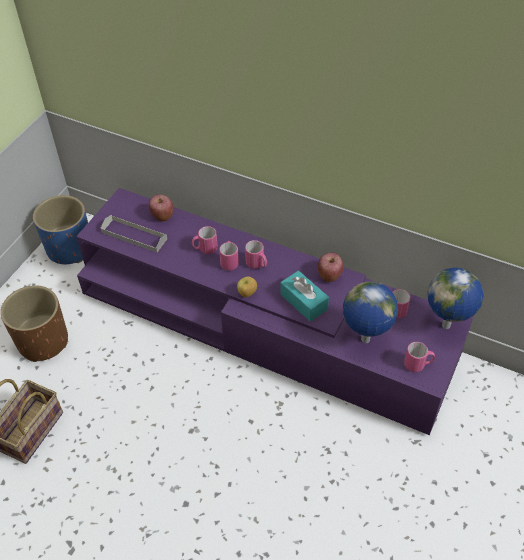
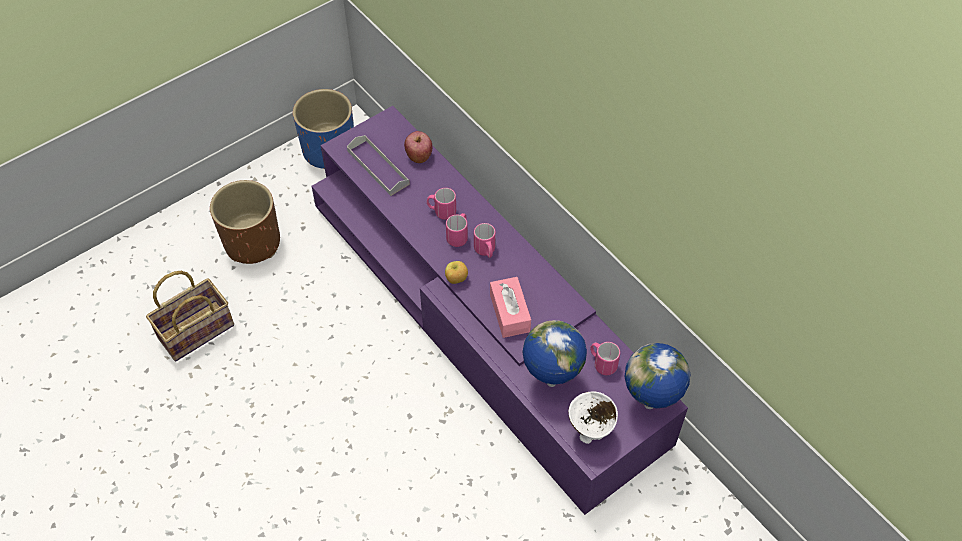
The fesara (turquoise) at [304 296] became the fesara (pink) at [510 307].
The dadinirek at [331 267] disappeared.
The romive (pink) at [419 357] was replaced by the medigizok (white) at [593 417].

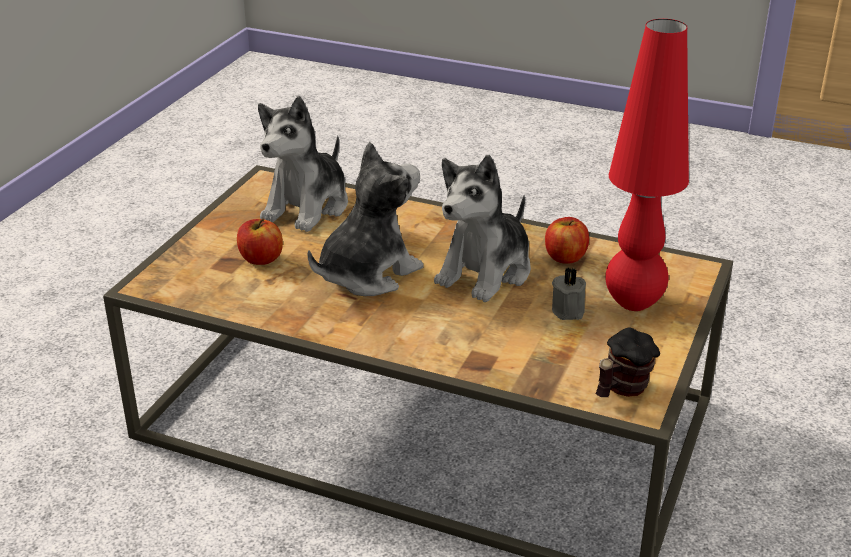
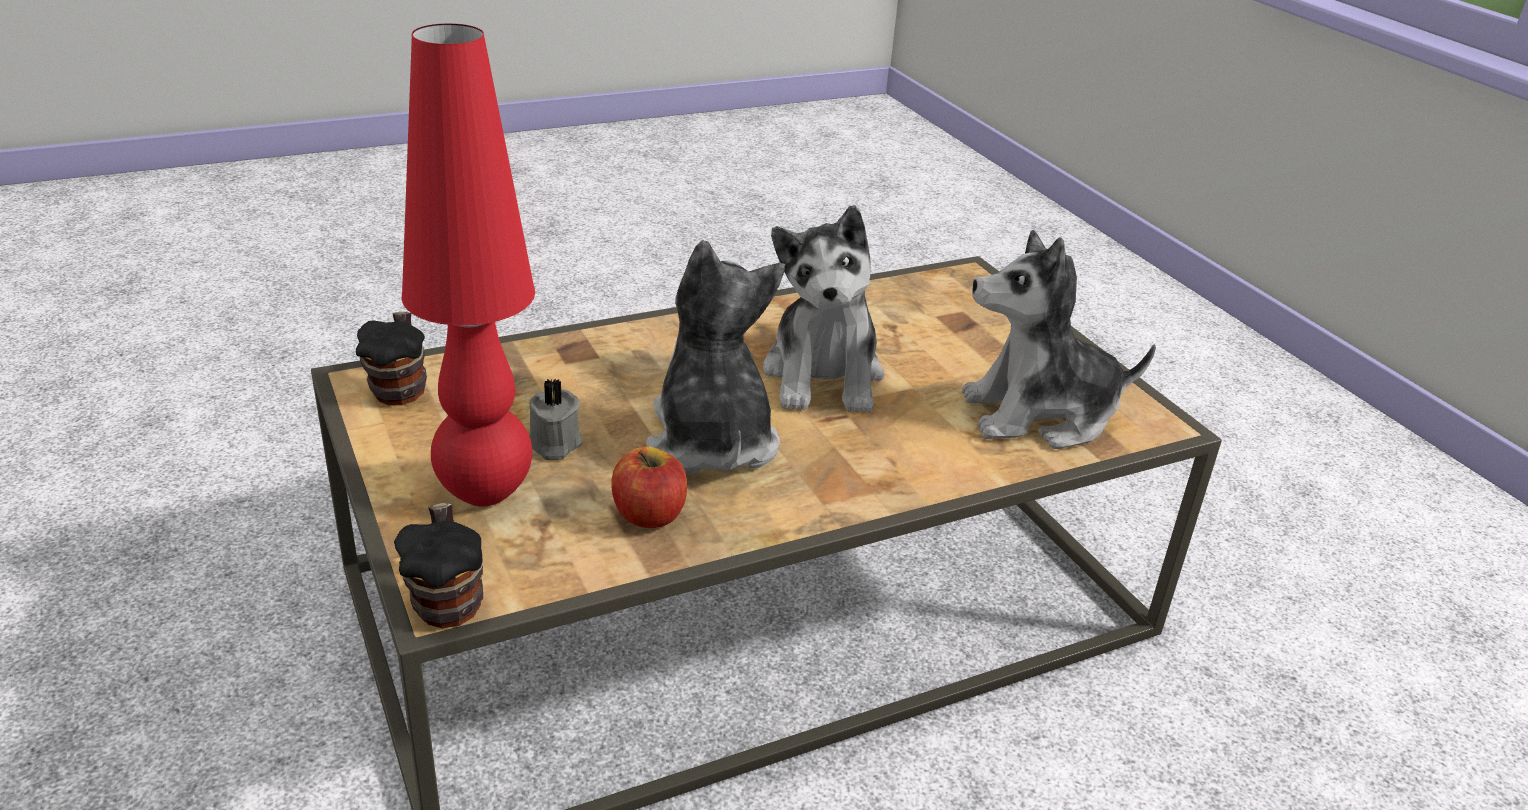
The dadinirek at [260 241] disappeared.
The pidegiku at [303 164] turned 75 degrees counterclockwise.
The romive at [438 565] appeared.

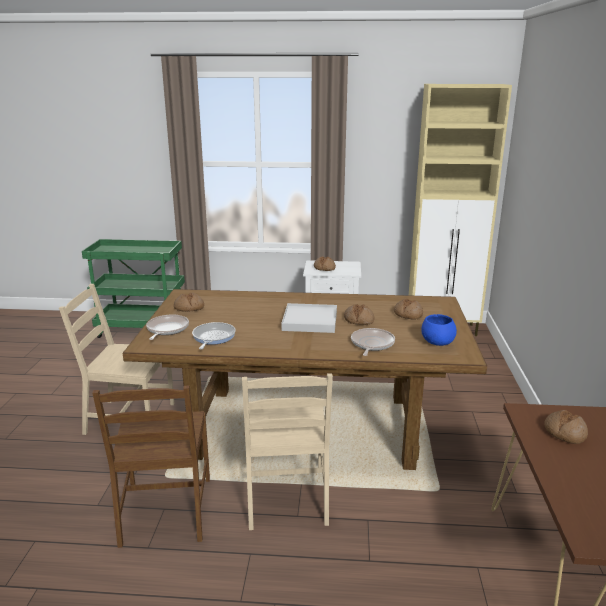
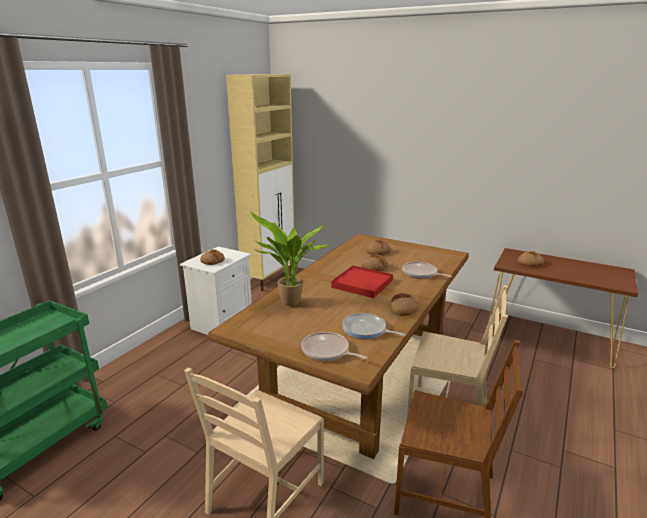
The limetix moved from [189 302] to [404 304].
The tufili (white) at [309 318] became the tufili (red) at [362 281].
The medigizok (blue) at [439 330] disappeared.
The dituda at [290 259] appeared.

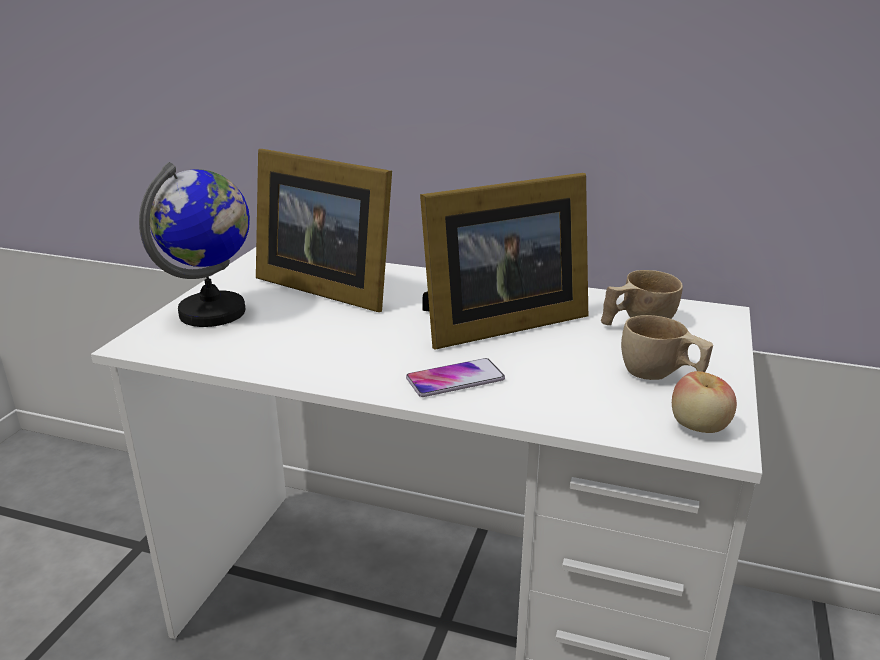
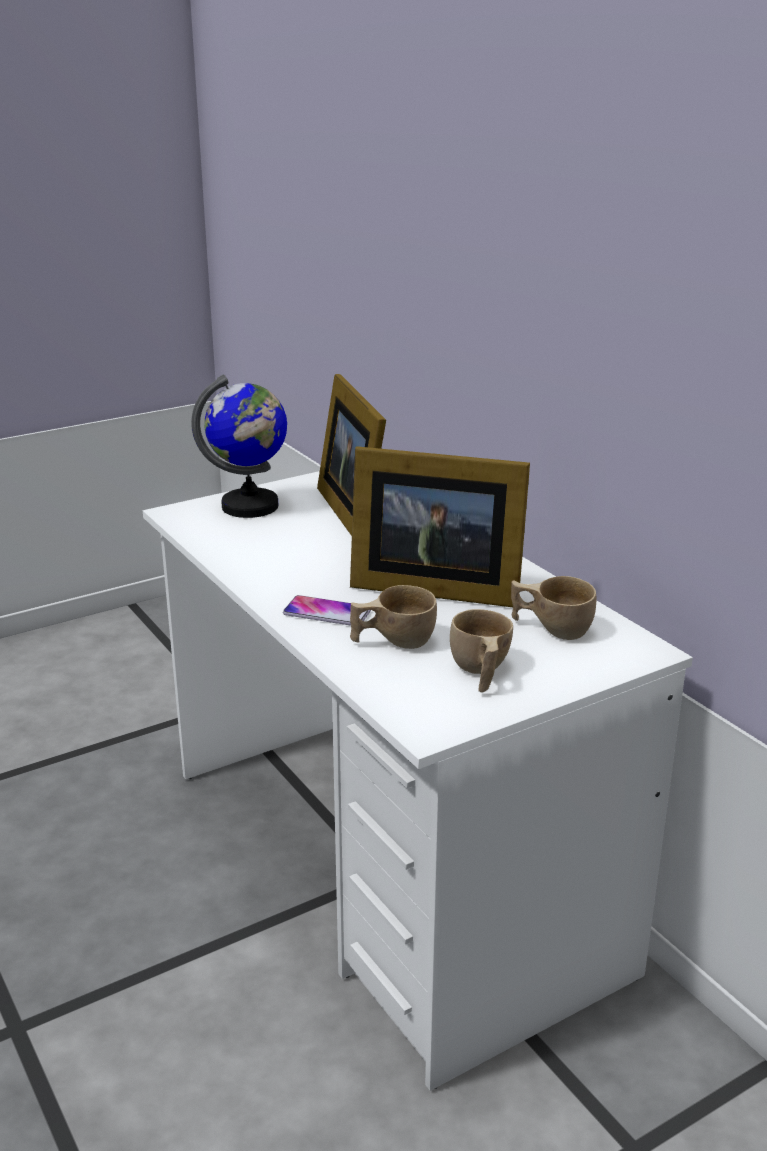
The dadinirek at [704 402] disappeared.
The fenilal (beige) at [393 617] appeared.

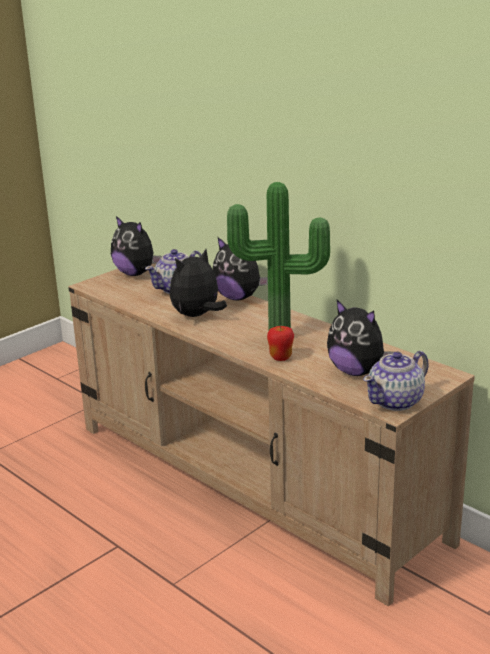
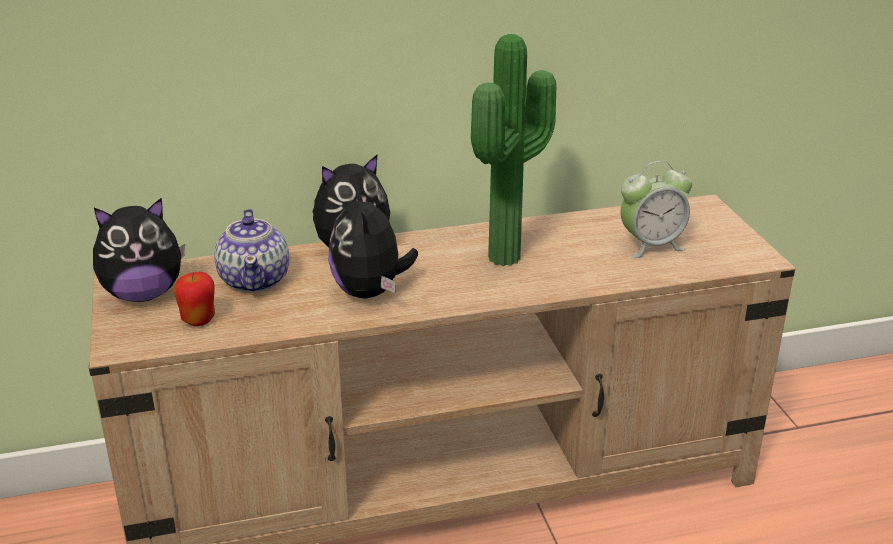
The dadinirek moved from [280 343] to [194 299].
The pidegiku at [360 338] was replaced by the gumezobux at [656 209].
The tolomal at [396 381] disappeared.

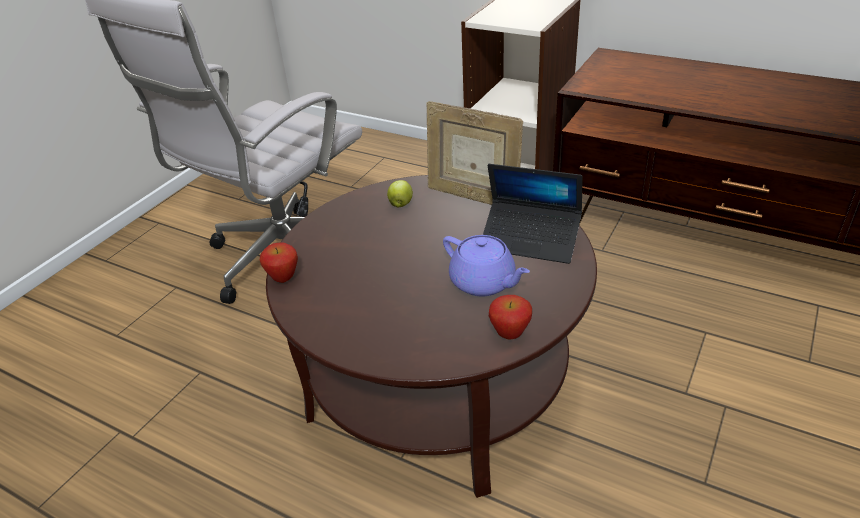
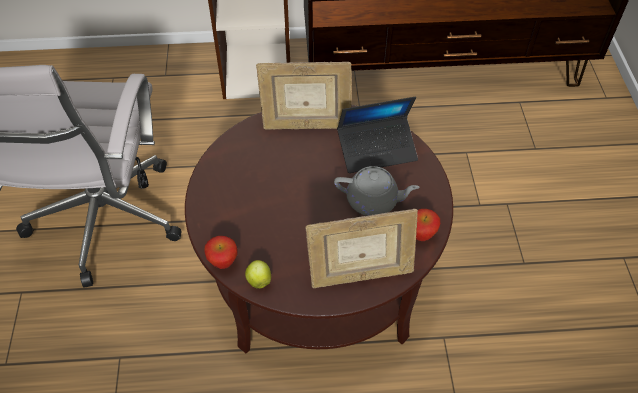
The dadinirek moved from [400 193] to [258 274].
The tolomal (purple) at [486 265] became the tolomal (grey) at [377 191].
The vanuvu at [361 248] appeared.

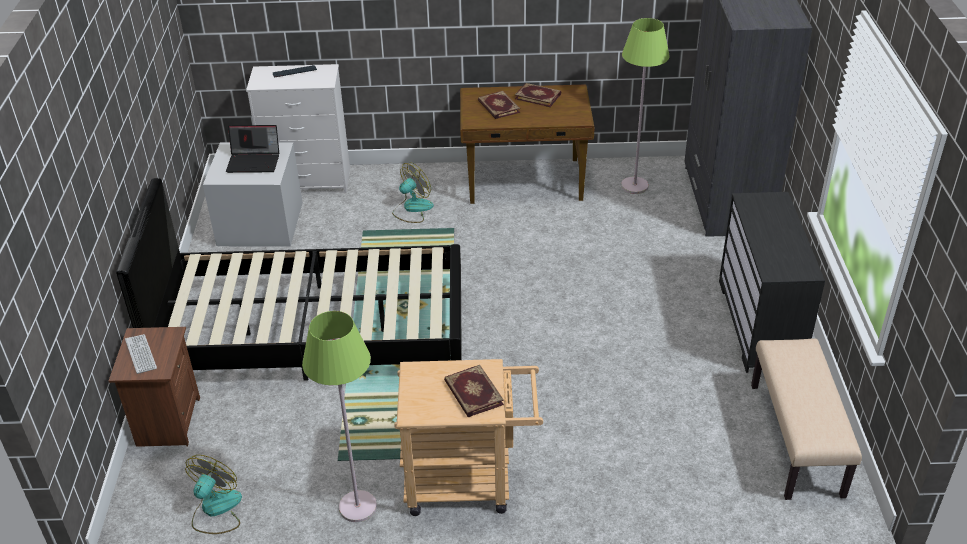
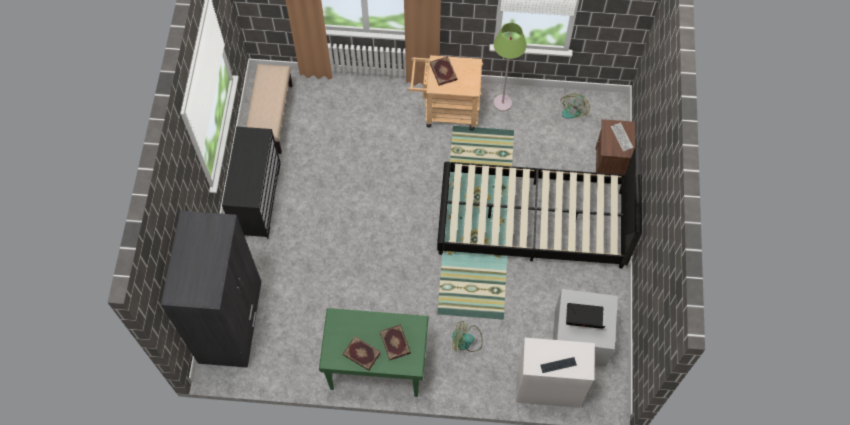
The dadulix at [413 193] turned 45 degrees clockwise.
The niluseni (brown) at [527 144] became the niluseni (green) at [373 352].
The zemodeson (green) at [645 106] disappeared.

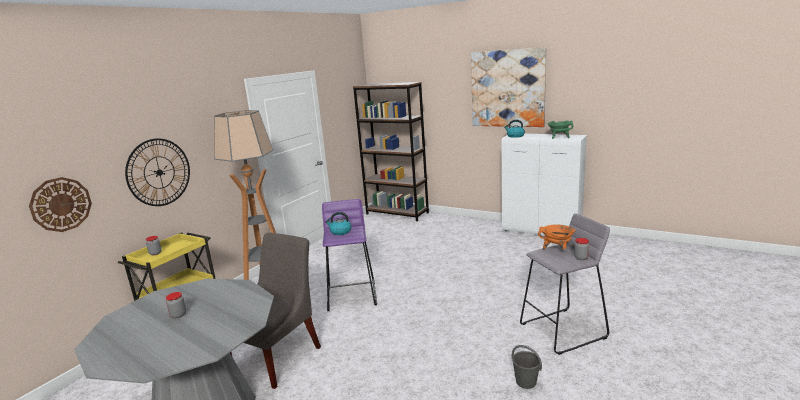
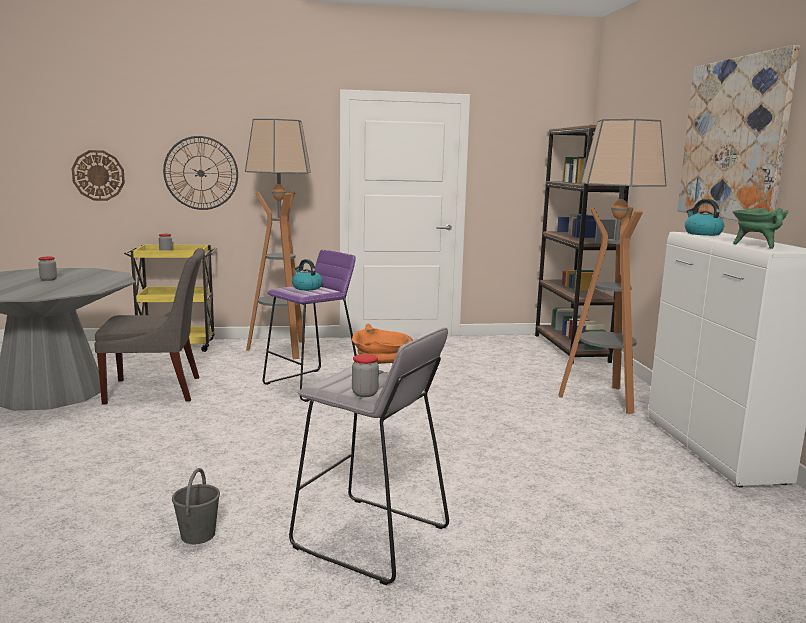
The zemodeson at [612 266] appeared.

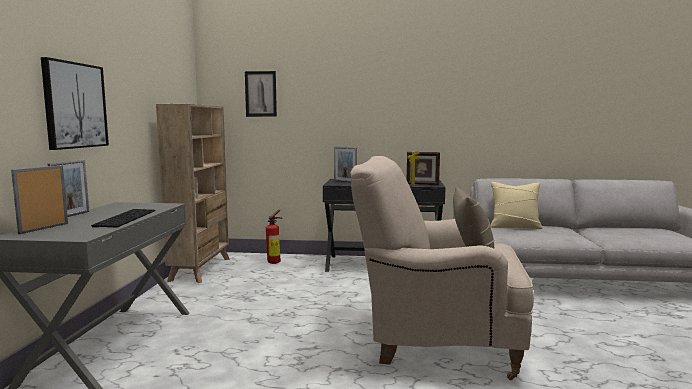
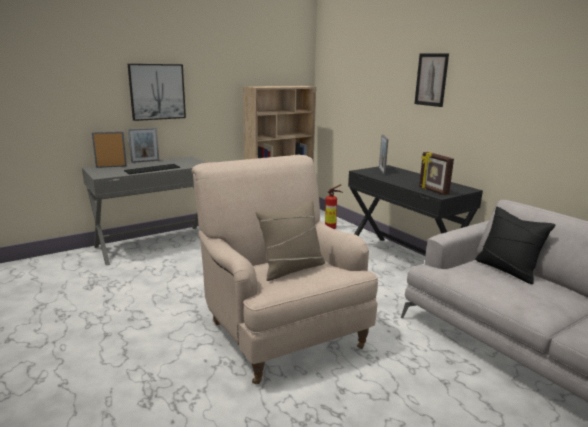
The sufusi moved from [261 94] to [431 80].
The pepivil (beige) at [516 205] became the pepivil (black) at [515 245].

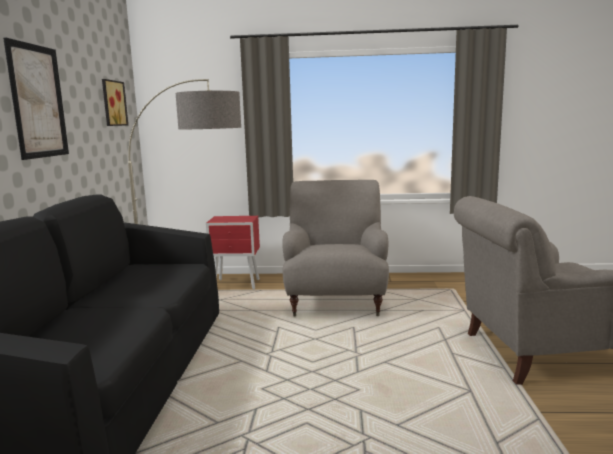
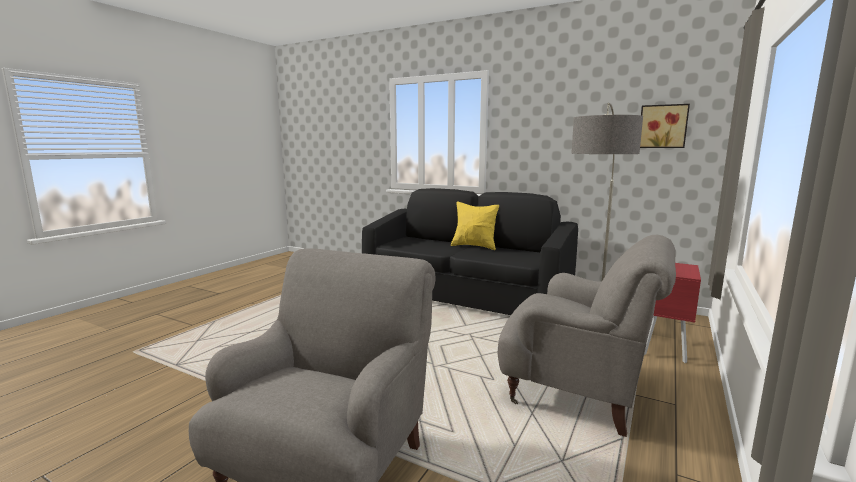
The sufusi at [36 98] disappeared.
The pepivil (yellow) at [475 226] appeared.

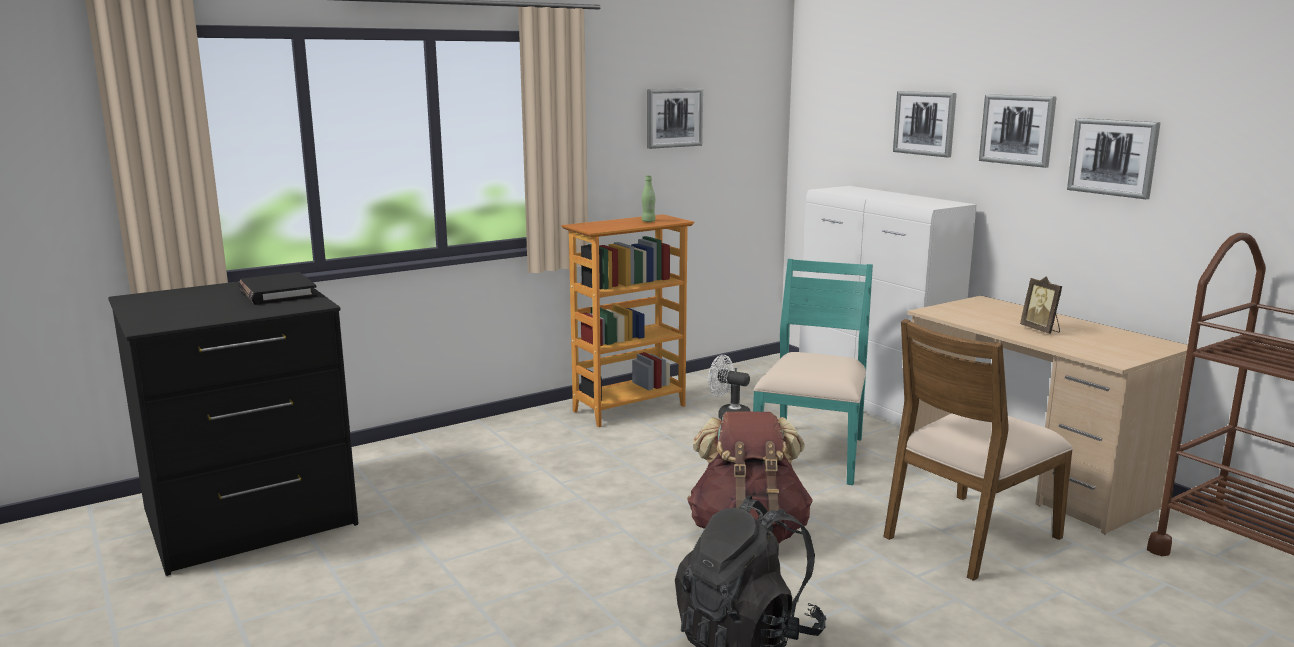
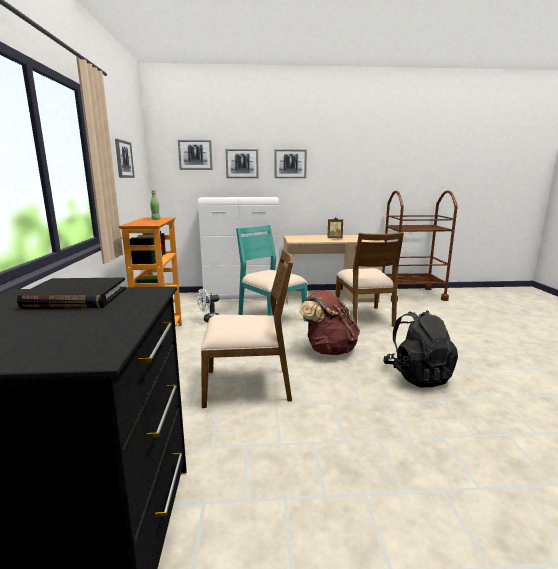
The sufusi moved from [1114 158] to [195 155].
The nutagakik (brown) at [247 329] appeared.

